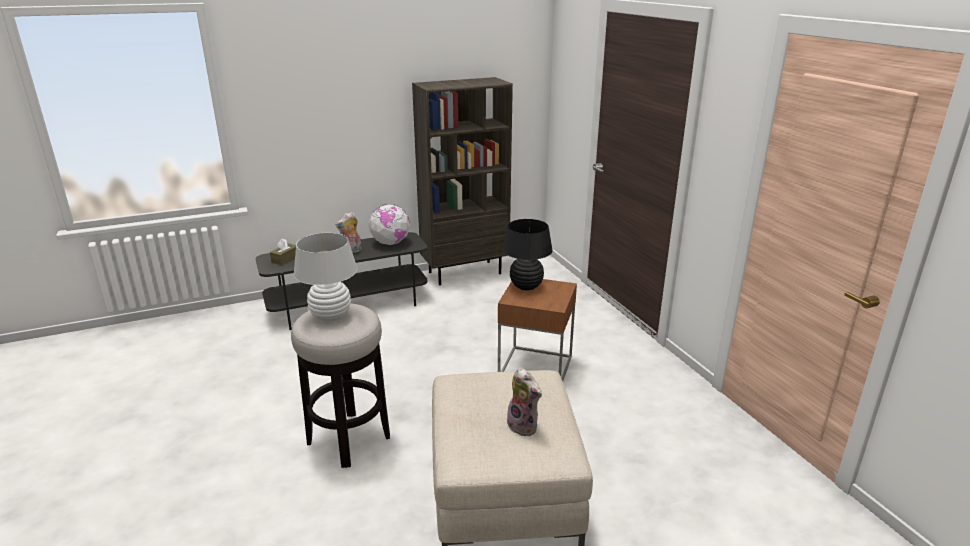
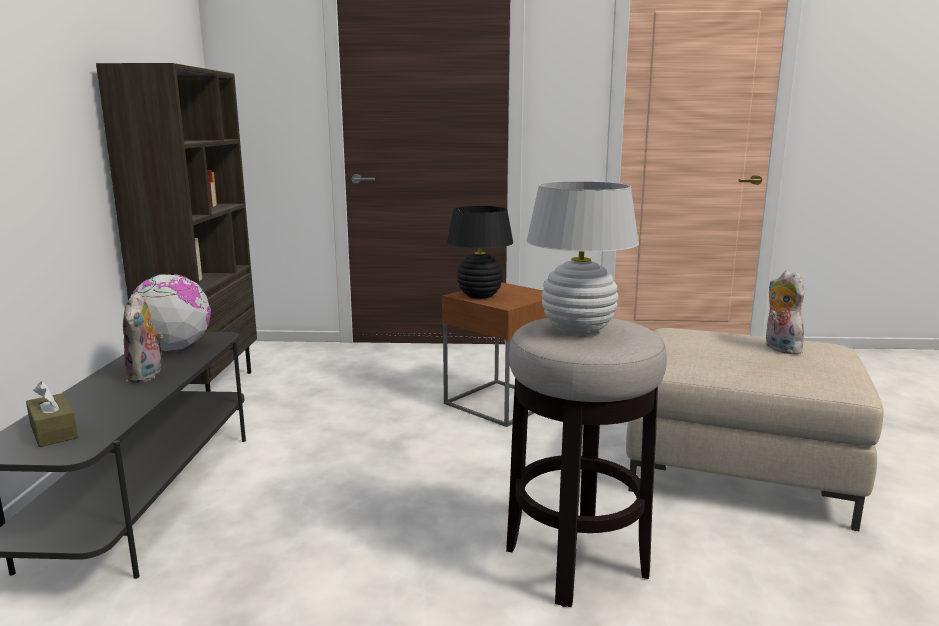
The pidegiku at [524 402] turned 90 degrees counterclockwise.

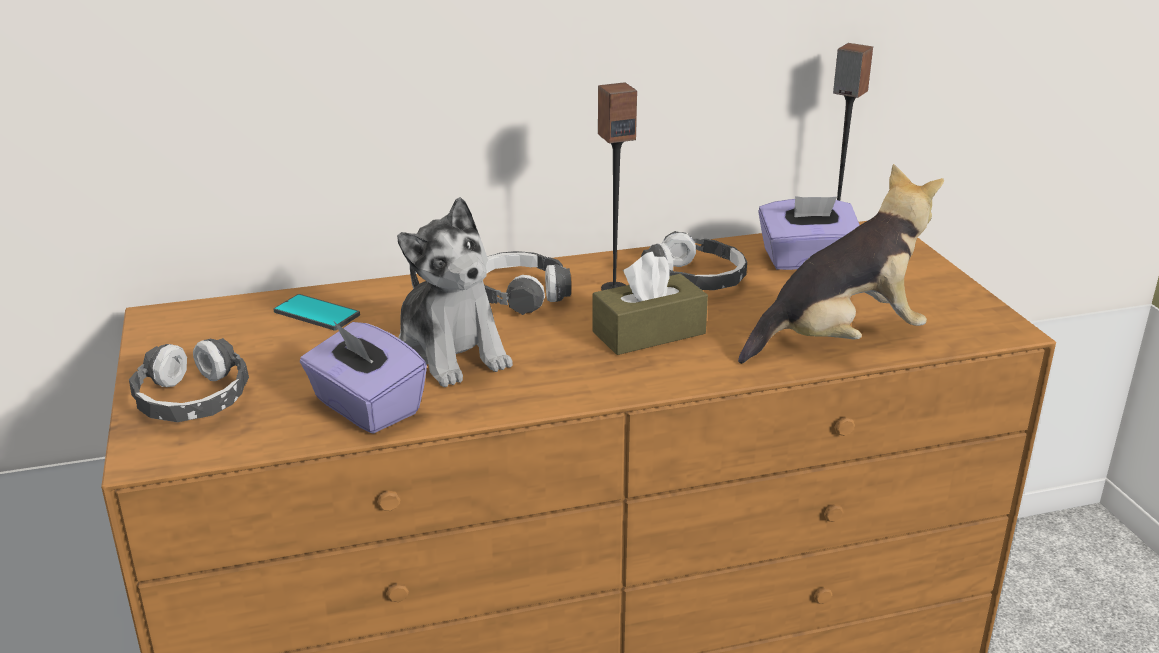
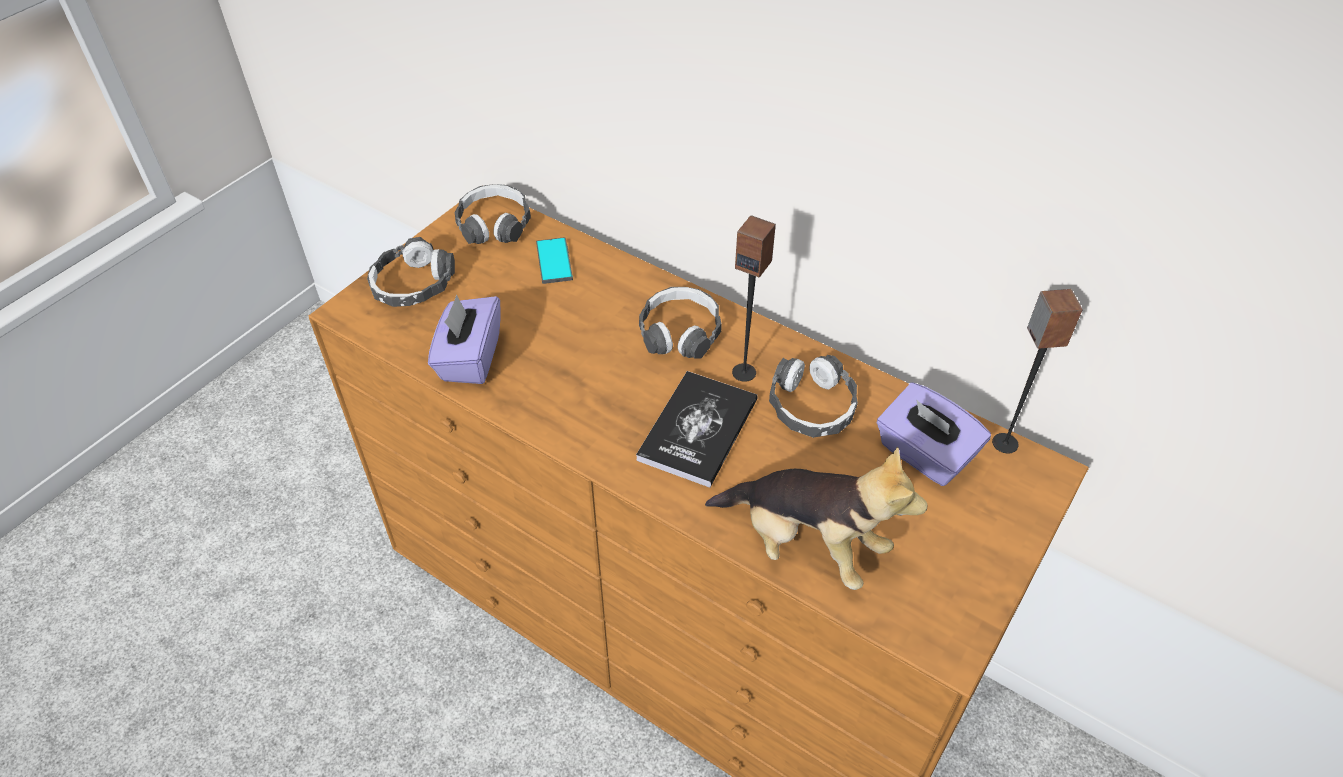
The pidegiku at [455 292] disappeared.
The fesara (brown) at [650 303] was replaced by the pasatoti at [697 429].
The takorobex at [493 214] appeared.

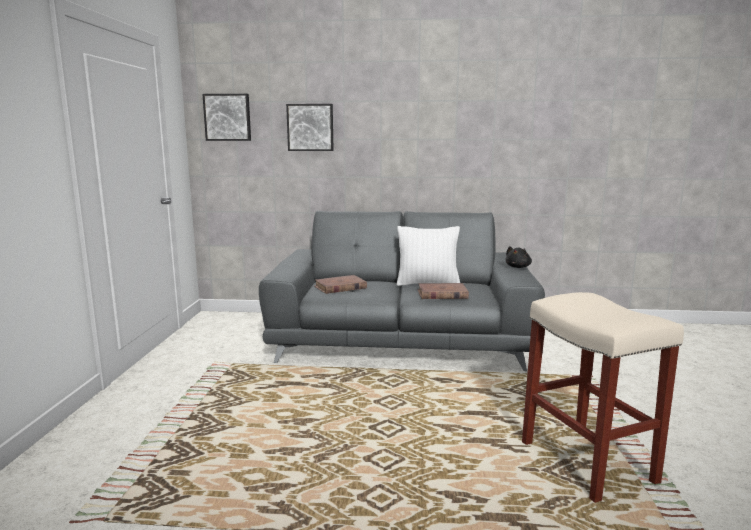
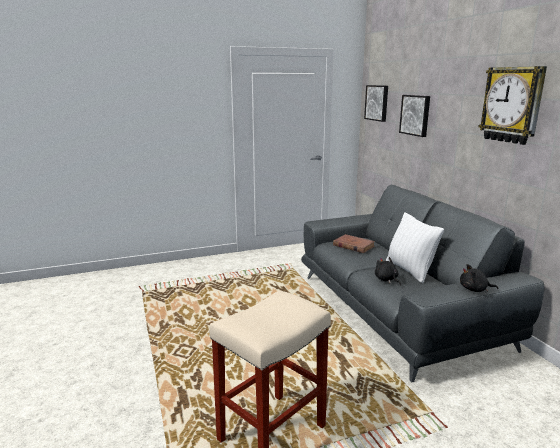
The pasatoti (brown) at [443 291] was replaced by the pidegiku (black) at [388 271].
The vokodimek at [513 105] appeared.

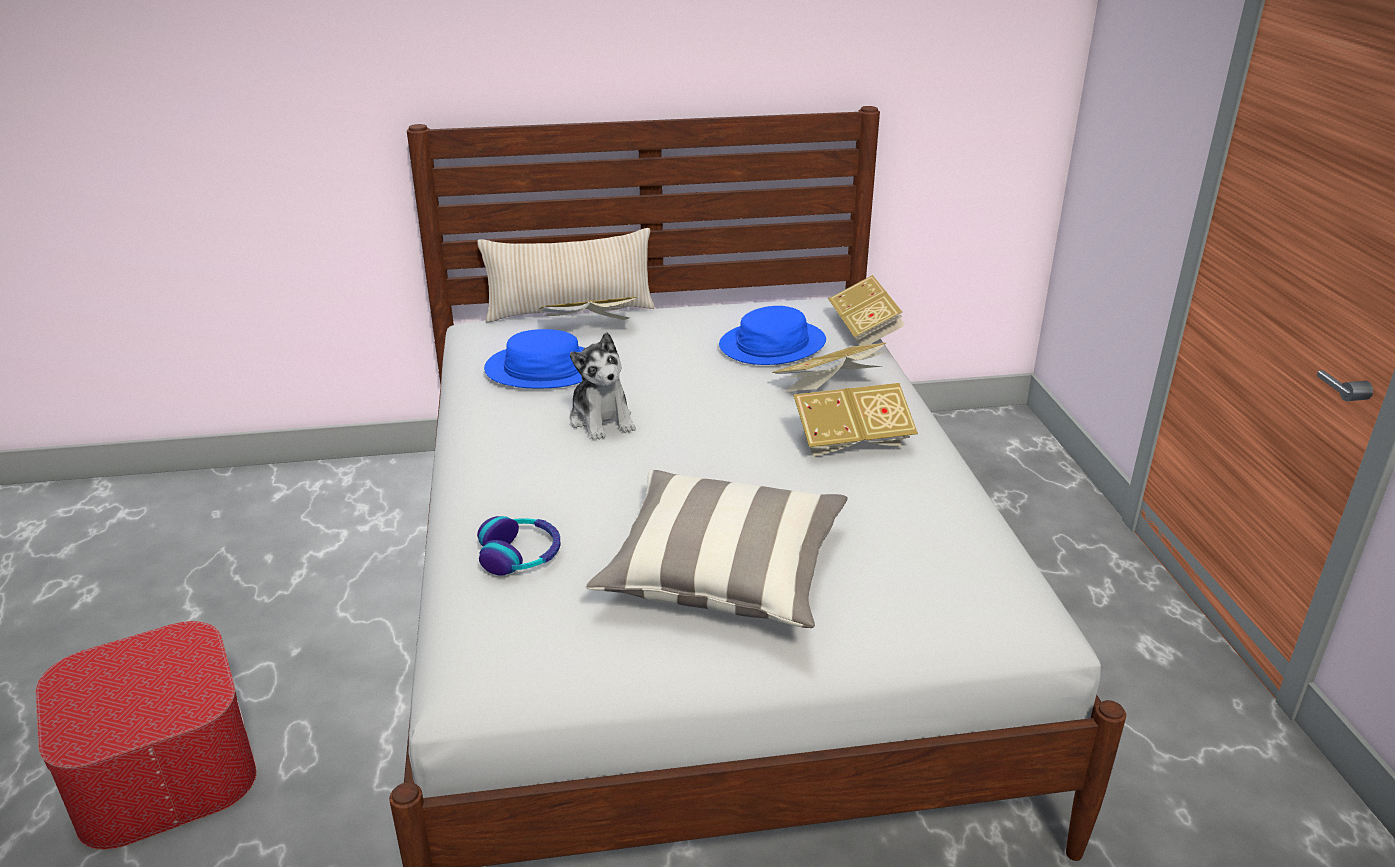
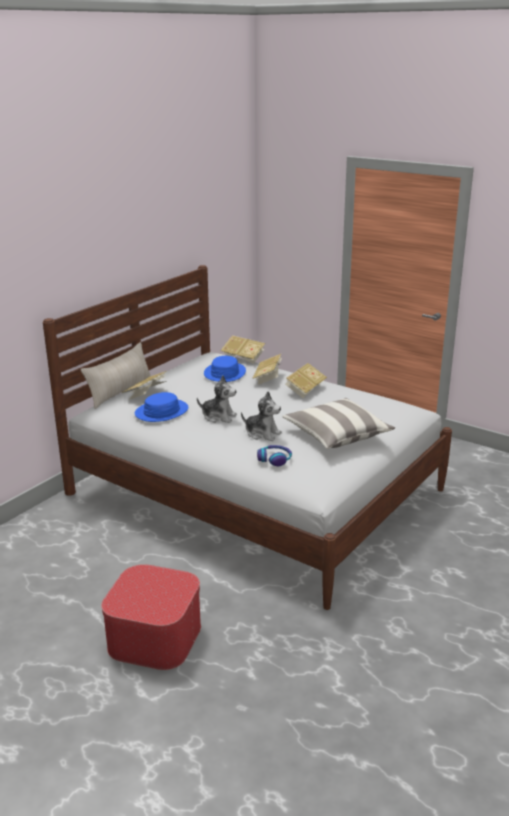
The pidegiku at [261 416] appeared.

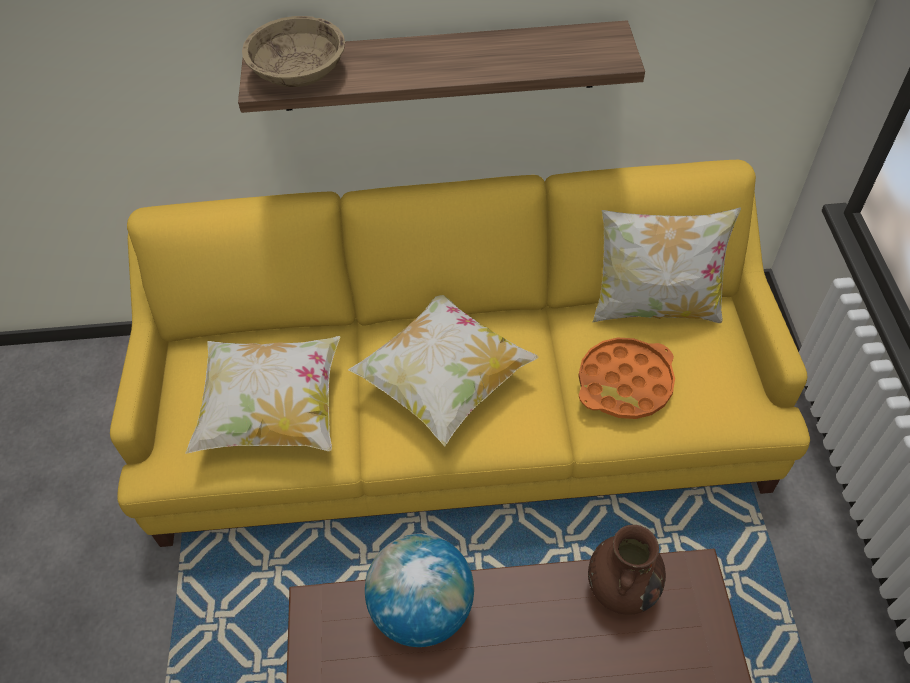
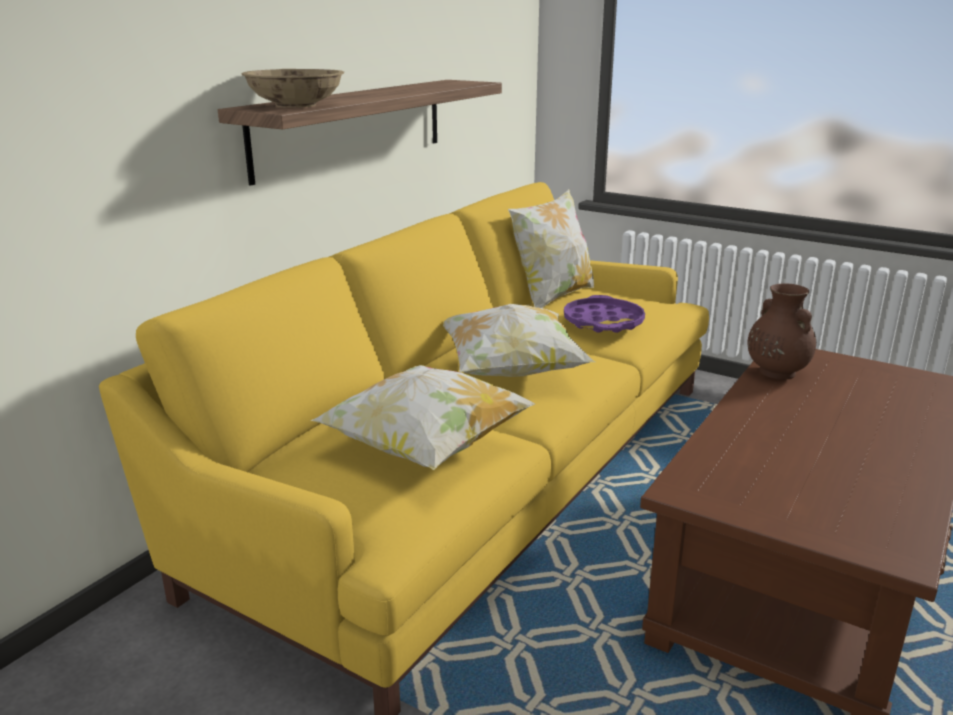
The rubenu at [419 590] disappeared.
The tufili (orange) at [626 378] became the tufili (purple) at [604 314].

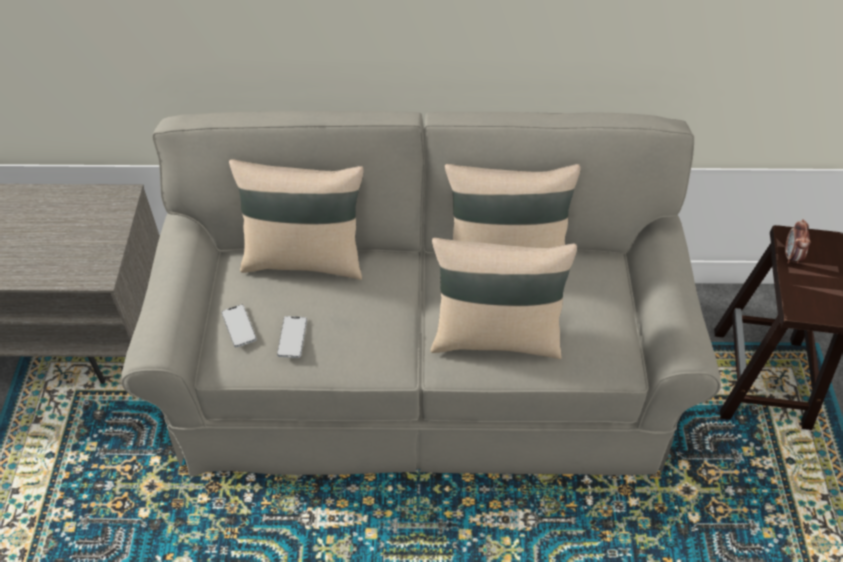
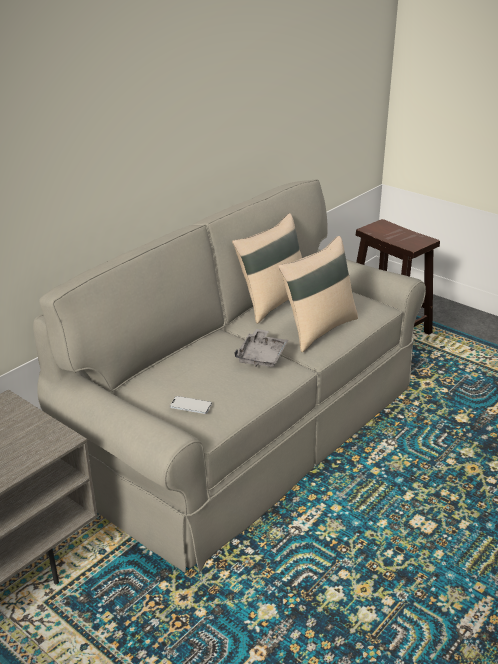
The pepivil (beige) at [296 219] disappeared.
The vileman at [292 337] disappeared.
The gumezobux at [797 241] disappeared.
The tufili (grey) at [261 348] appeared.

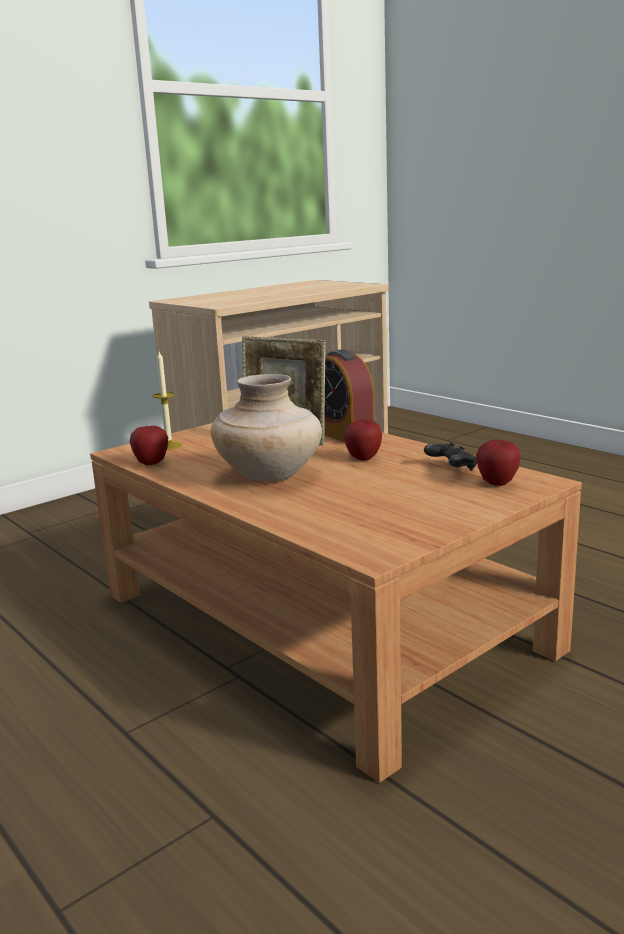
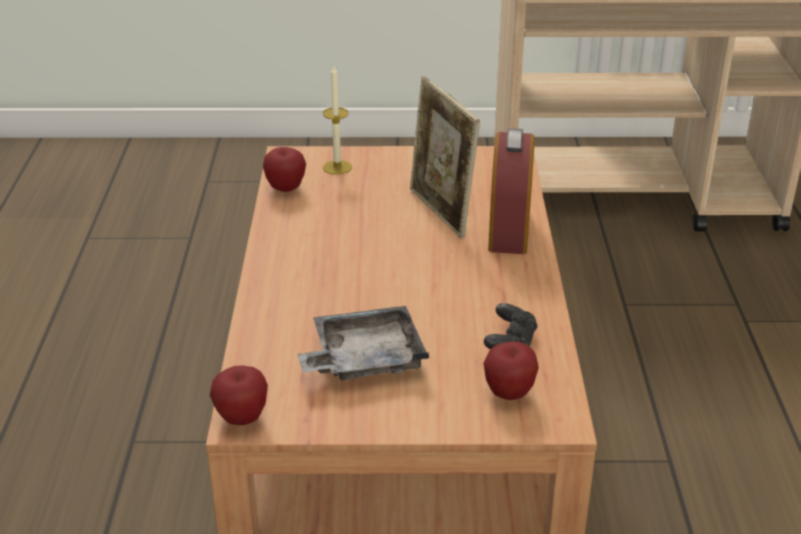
The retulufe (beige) at [266 427] disappeared.
The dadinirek moved from [363 439] to [239 395].
The tufili (grey) at [363 343] appeared.

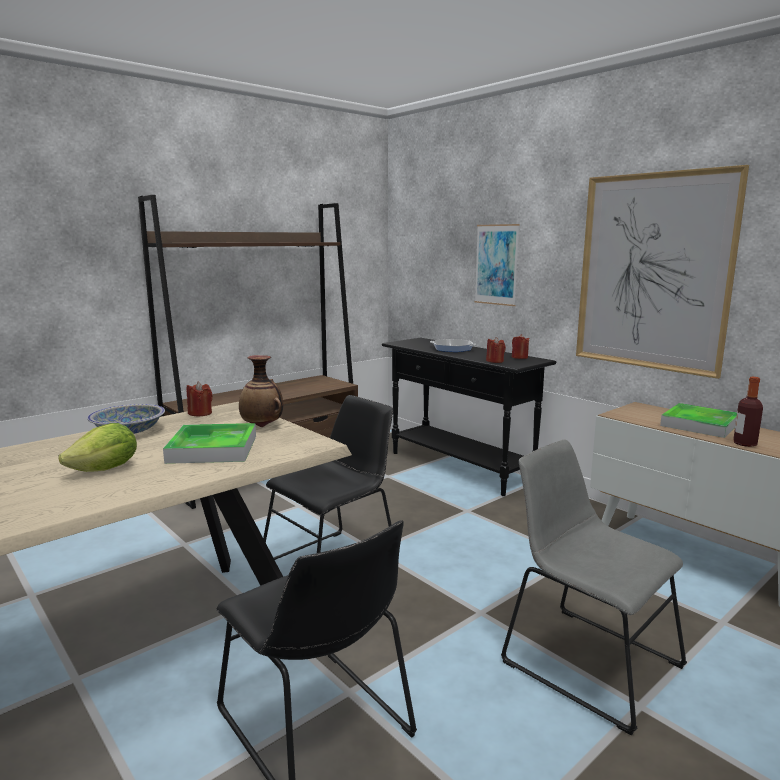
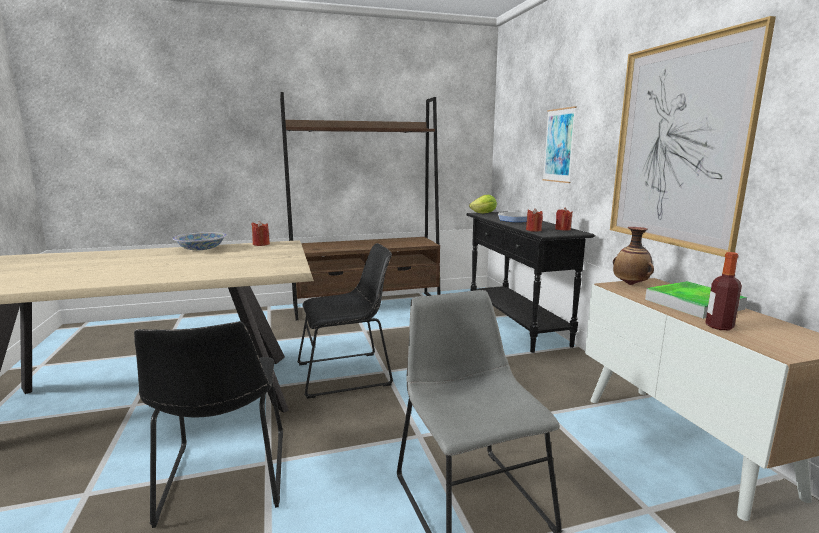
The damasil moved from [98 447] to [483 204].
The tufili at [209 443] disappeared.
The retulufe moved from [261 391] to [633 256].

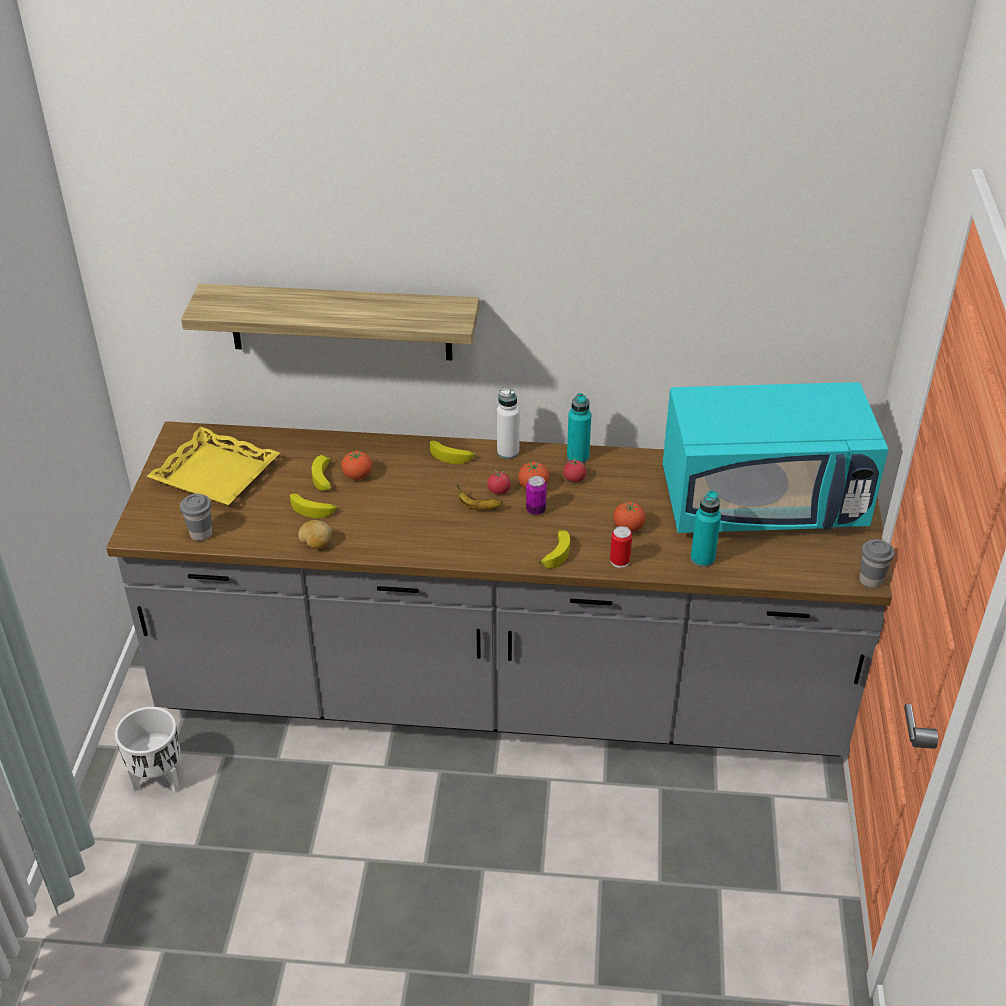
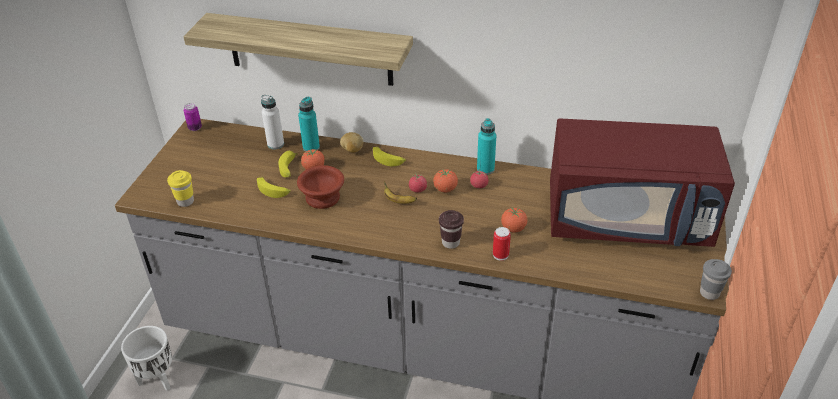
The tufili (yellow) at [213 466] disappeared.
The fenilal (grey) at [196 517] became the fenilal (yellow) at [180 188].
The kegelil moved from [315 534] to [351 142].
The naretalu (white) moved from [508 423] to [272 122].
The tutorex moved from [536 495] to [193 117].
The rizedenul at [554 549] was replaced by the fenilal (brown) at [451 229].
The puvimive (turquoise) at [775 457] became the puvimive (red) at [642 182].
The naretalu (turquoise) moved from [706 528] to [309 124].
The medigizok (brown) at [320 187] appeared.

